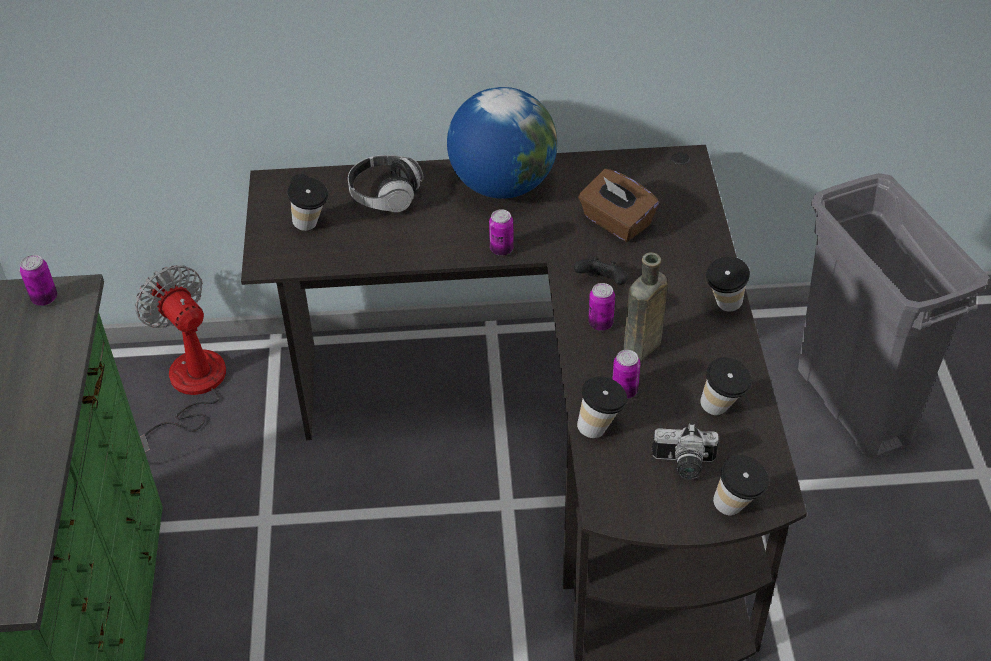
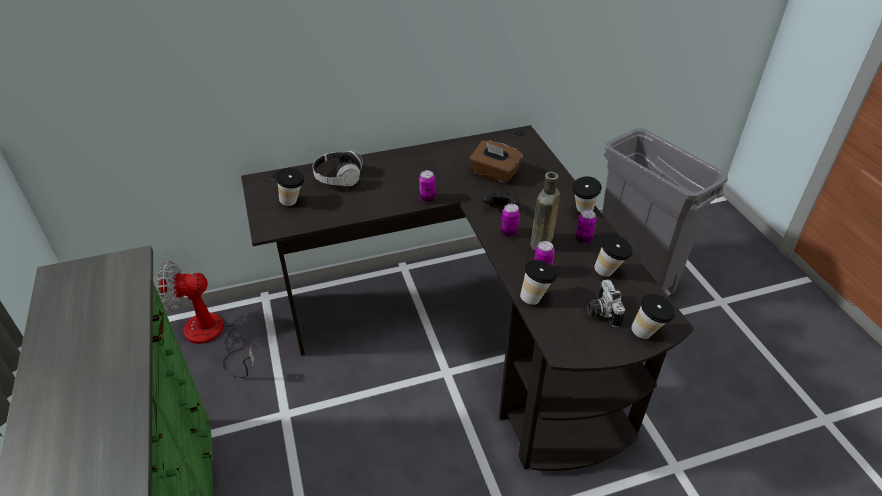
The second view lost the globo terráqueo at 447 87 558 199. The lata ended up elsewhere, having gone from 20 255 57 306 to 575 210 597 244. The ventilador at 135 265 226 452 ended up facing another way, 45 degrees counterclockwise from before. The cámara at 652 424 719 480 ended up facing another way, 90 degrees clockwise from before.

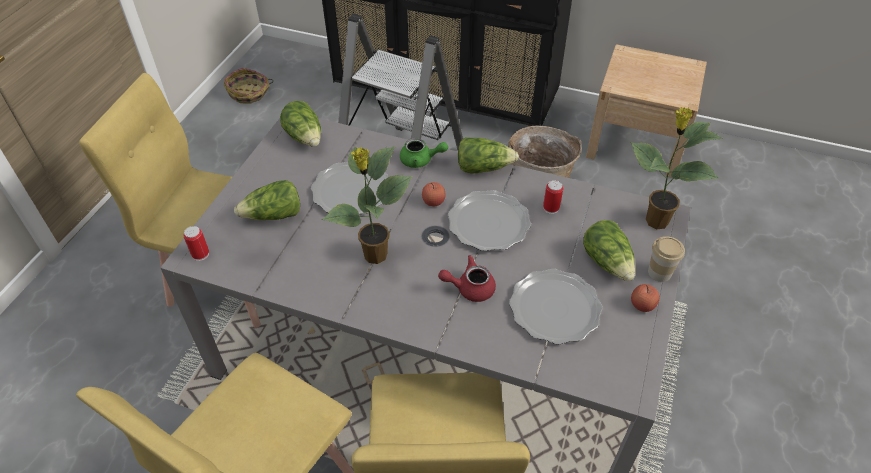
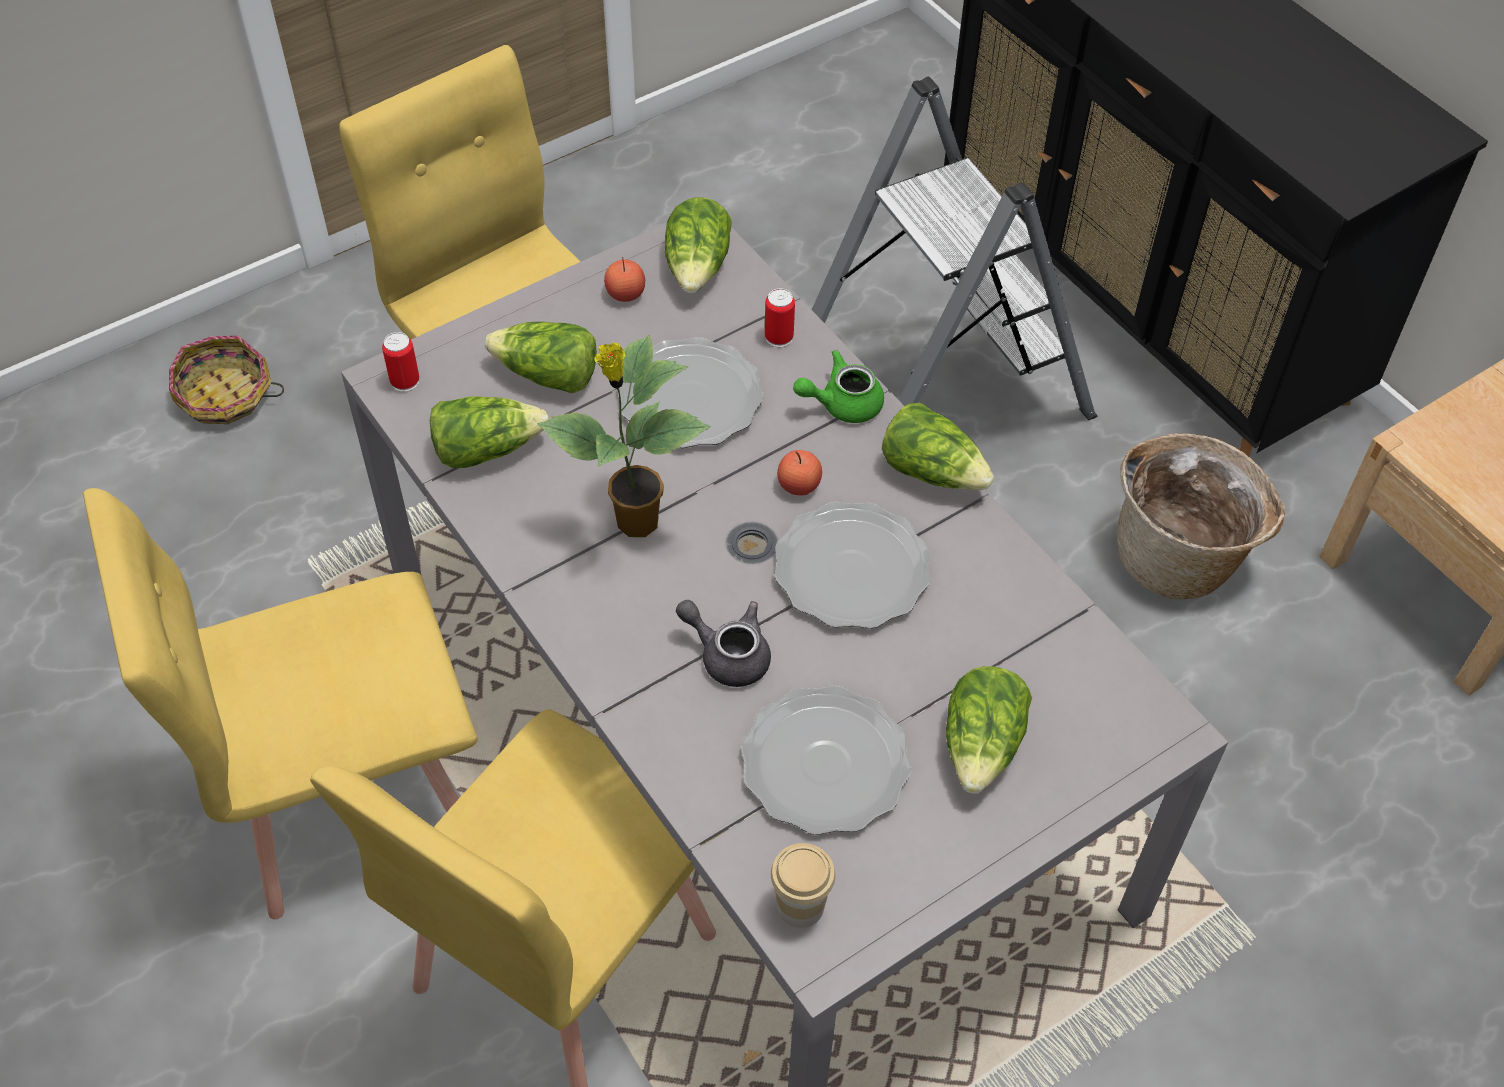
The second view lost the planta en maceta at 631 107 723 229. The second view gained the lechuga at 430 396 549 468. The cesta ended up elsewhere, having gone from 224 68 273 104 to 169 336 284 424. The lata ended up elsewhere, having gone from 543 180 563 214 to 765 288 795 347. The manzana ended up elsewhere, having gone from 631 284 660 312 to 604 257 645 302. The taza ended up elsewhere, having gone from 648 236 685 282 to 771 843 835 928. What was the tetera [rojo] at 438 255 496 302 turned into the tetera [gris] at 676 600 771 687. The tetera [verde] at 400 138 448 168 ended up facing another way, 120 degrees clockwise from before.

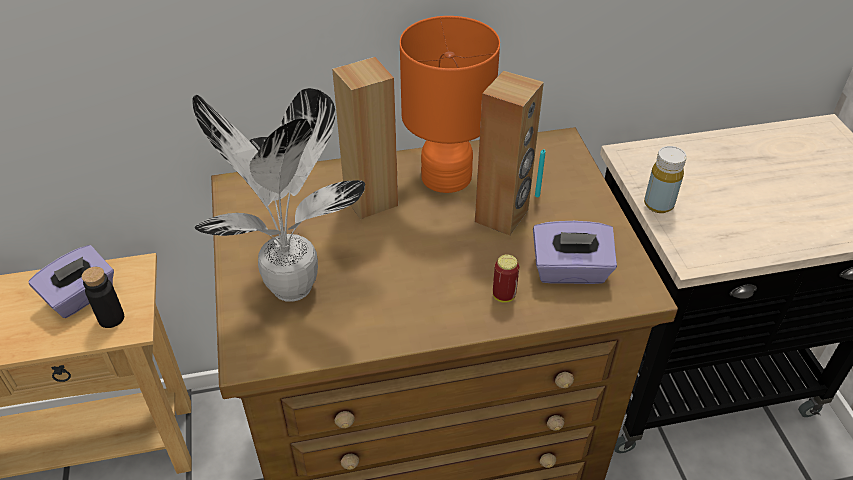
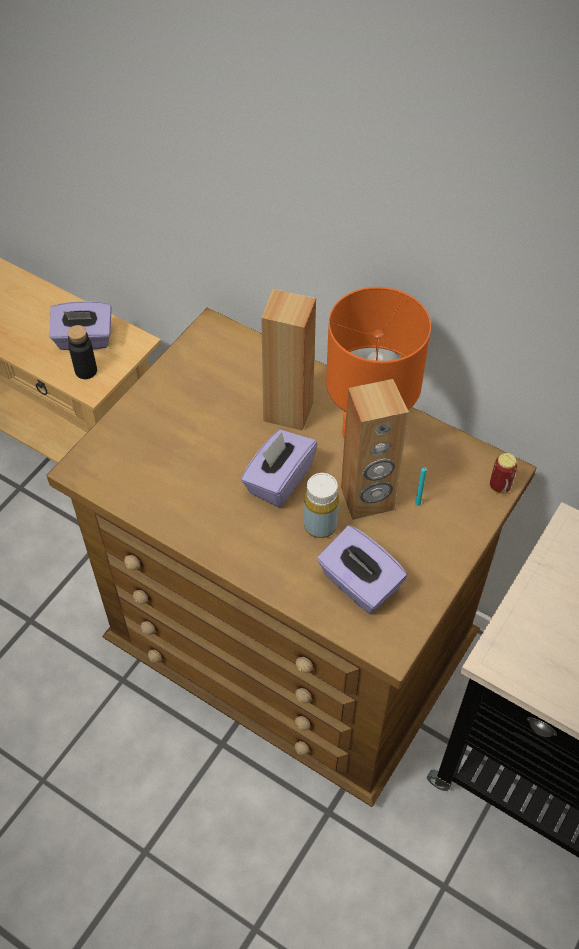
The second view lost the planta en maceta at 192 88 365 302. The second view gained the caja de pañuelos [morado] at 241 430 317 507. The lata ended up elsewhere, having gone from 493 255 519 303 to 490 453 518 494. The botella [amarillo] ended up elsewhere, having gone from 644 146 687 213 to 304 473 339 538.

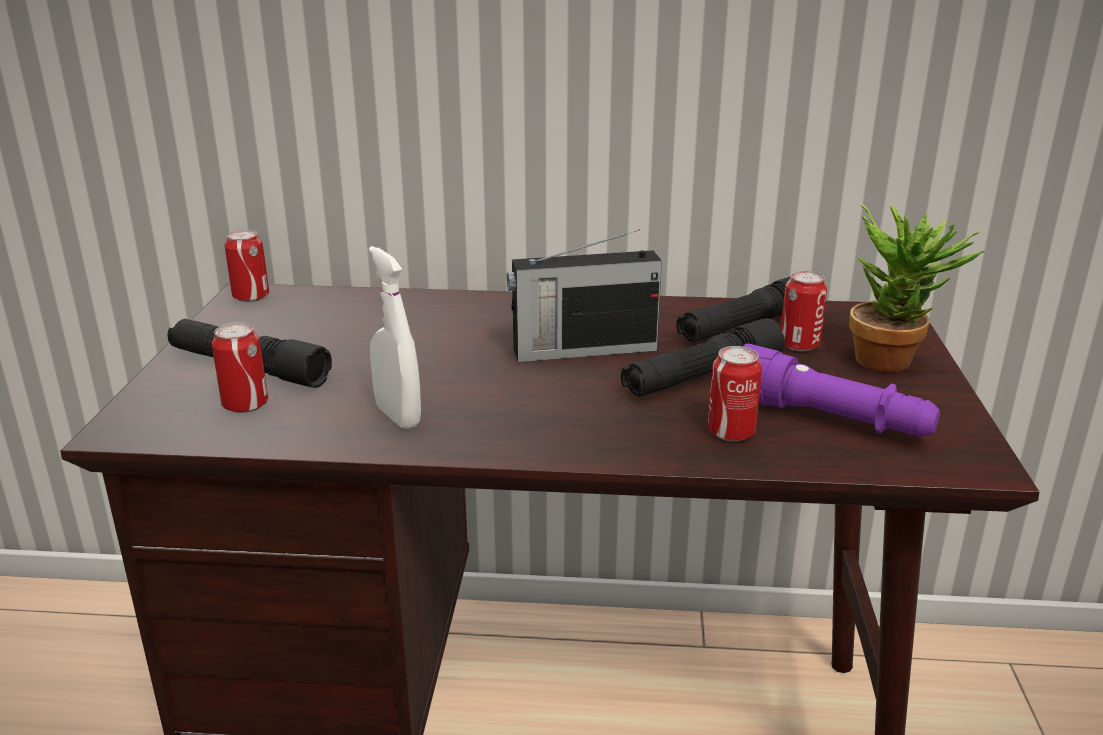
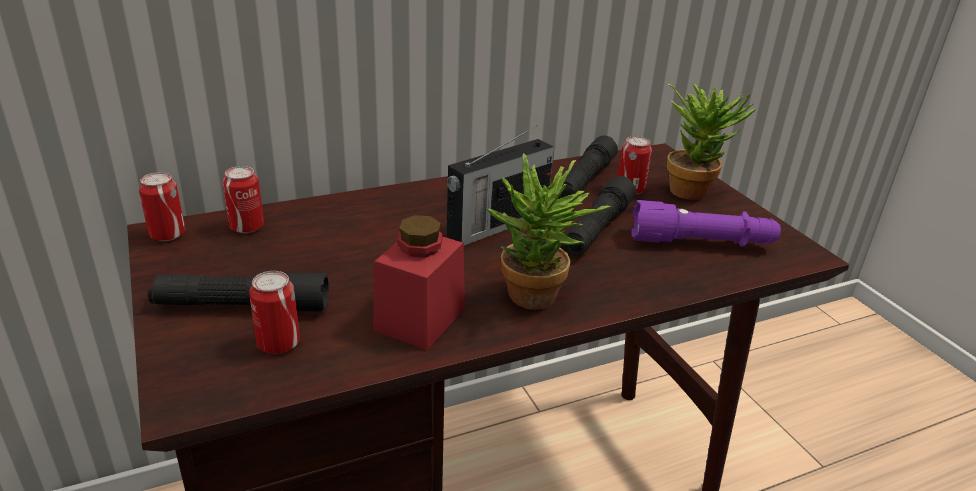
The second view gained the planta en maceta at 486 153 611 310. The lata ended up elsewhere, having gone from 708 346 762 441 to 223 166 264 233. Where the pulverizador [blanco] stood at 369 246 421 429, the tarro [rojo] came to stand at 373 215 465 350.

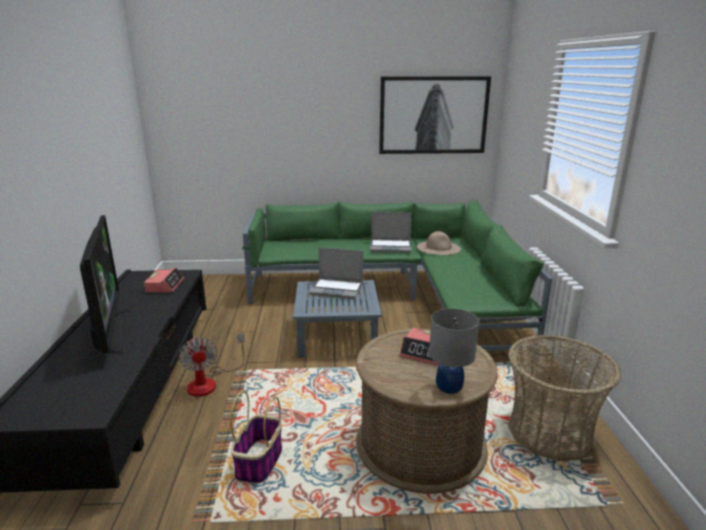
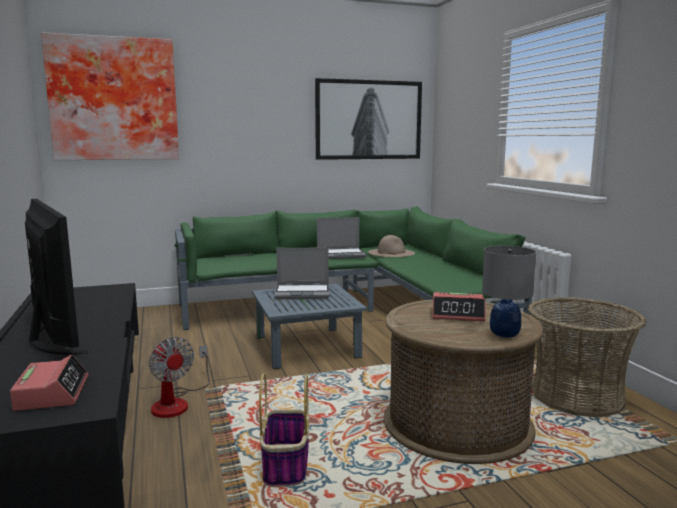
The second view gained the cuadro at 41 32 179 160. The despertador ended up elsewhere, having gone from 144 267 184 292 to 10 355 88 411.

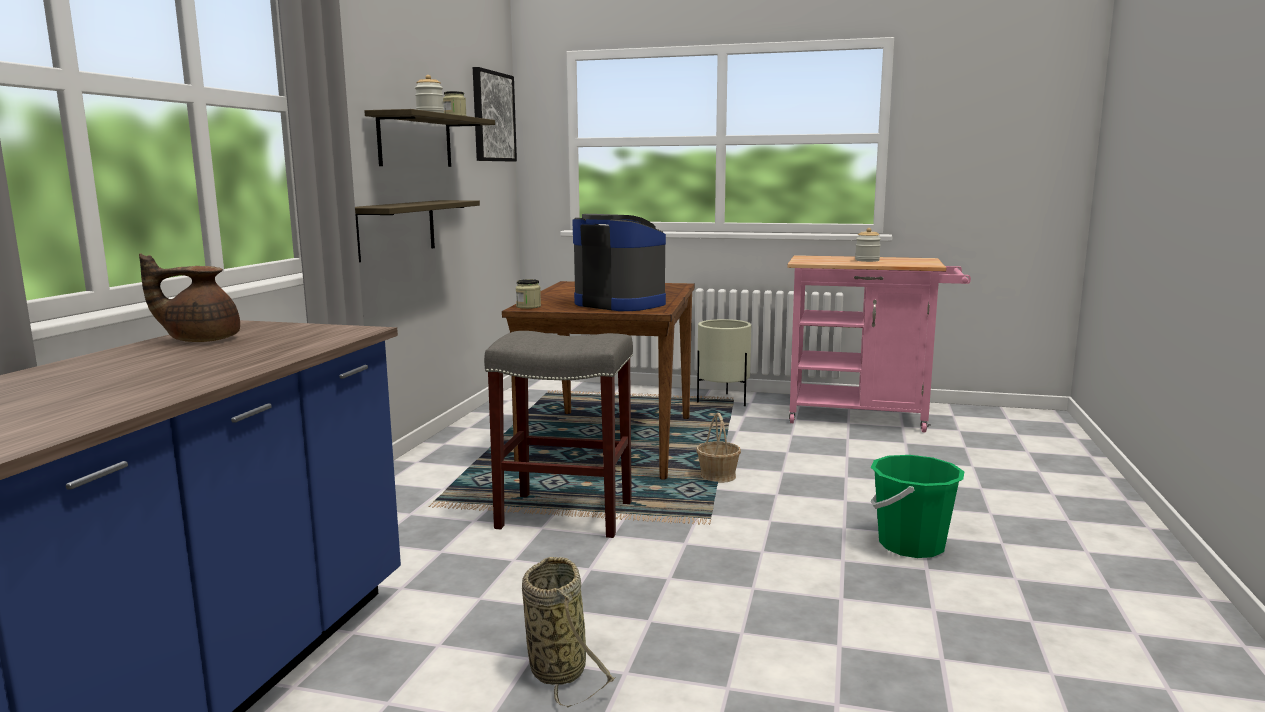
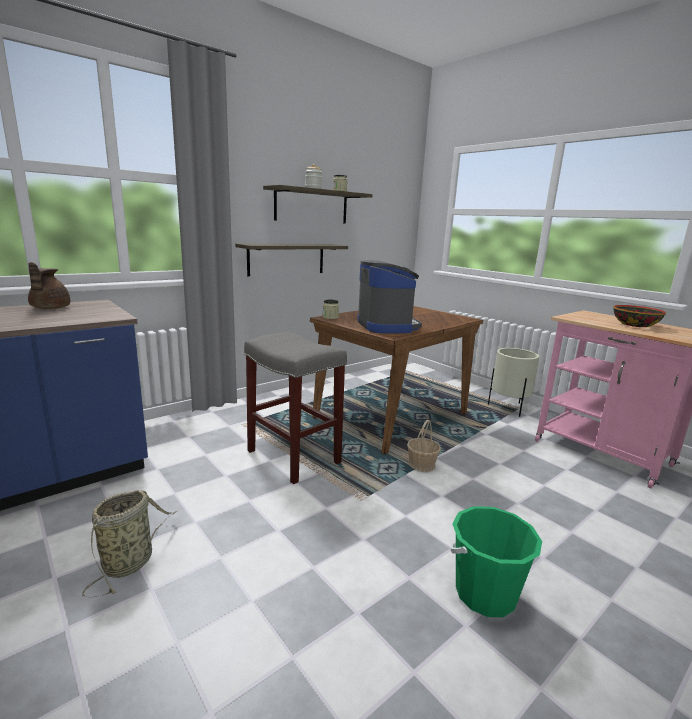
The second view lost the cuadro at 473 67 517 161. Where the tarro stood at 855 228 881 262, the cuenco came to stand at 613 305 666 327. The tetera [marrón] at 139 253 240 342 ended up facing another way, 120 degrees counterclockwise from before.

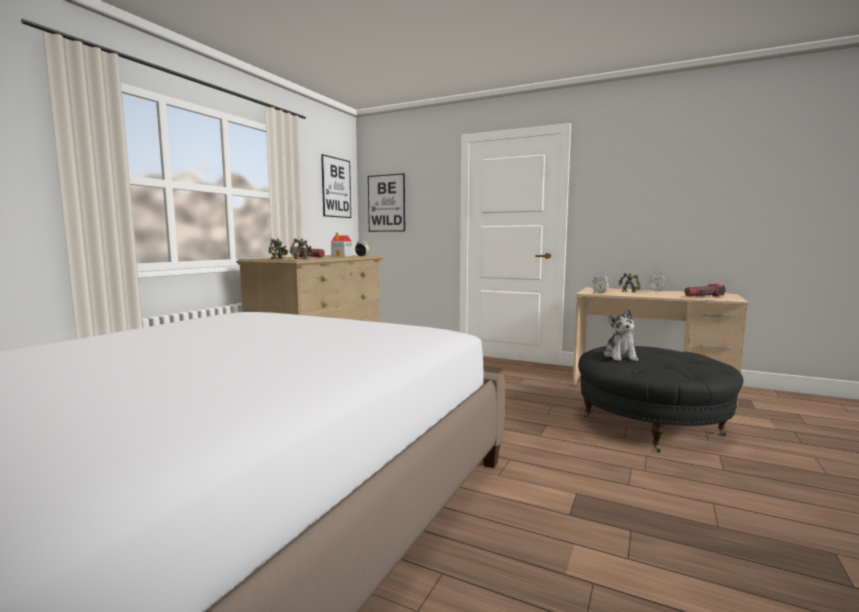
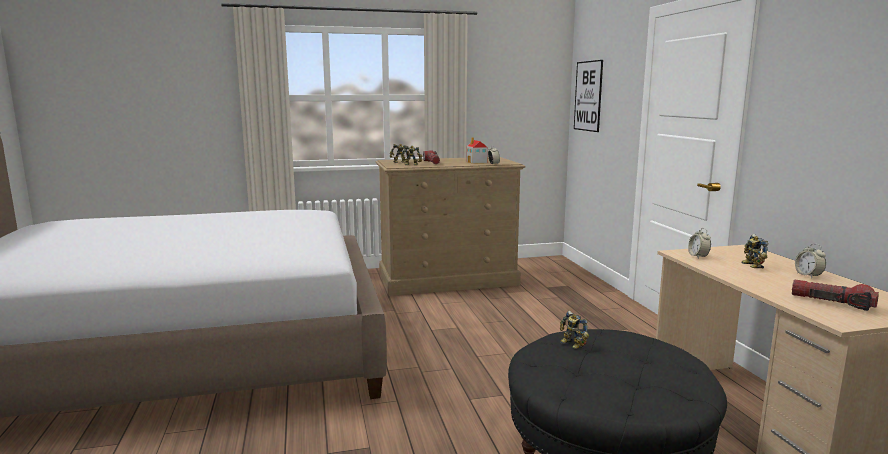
The second view lost the cuadro at 321 154 351 218. Where the peluche stood at 604 309 638 361, the robot de juguete came to stand at 560 311 589 349.

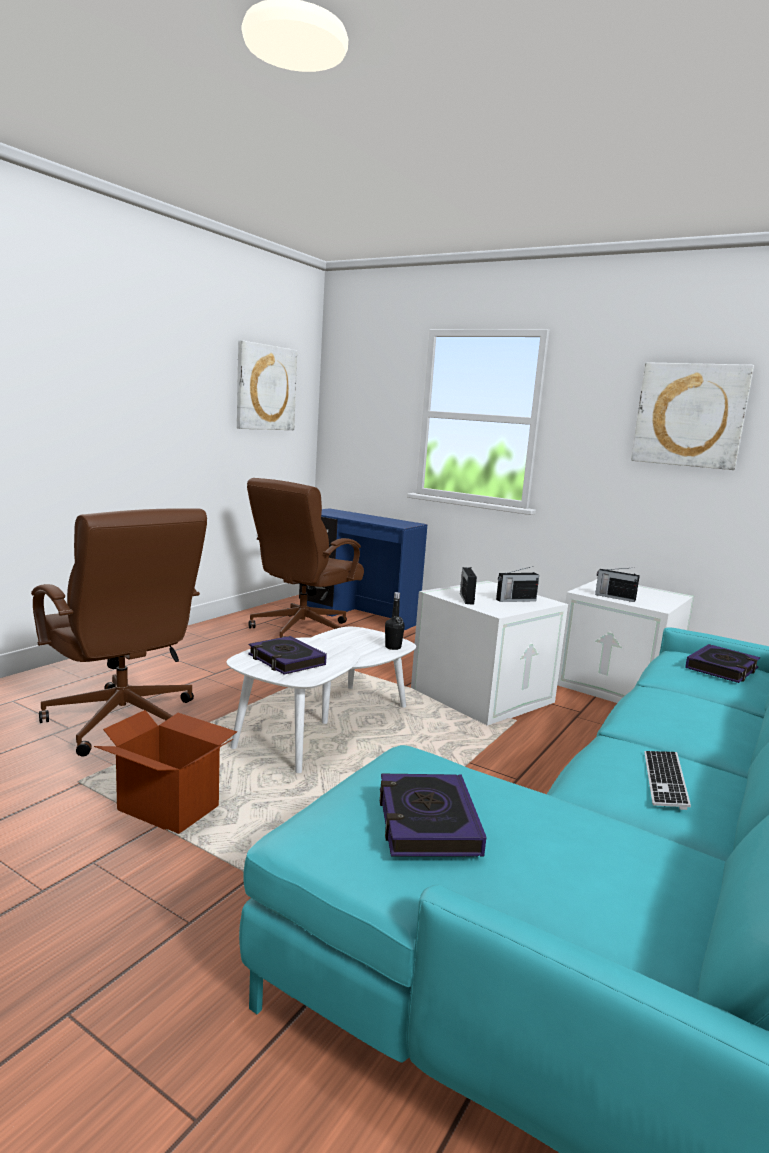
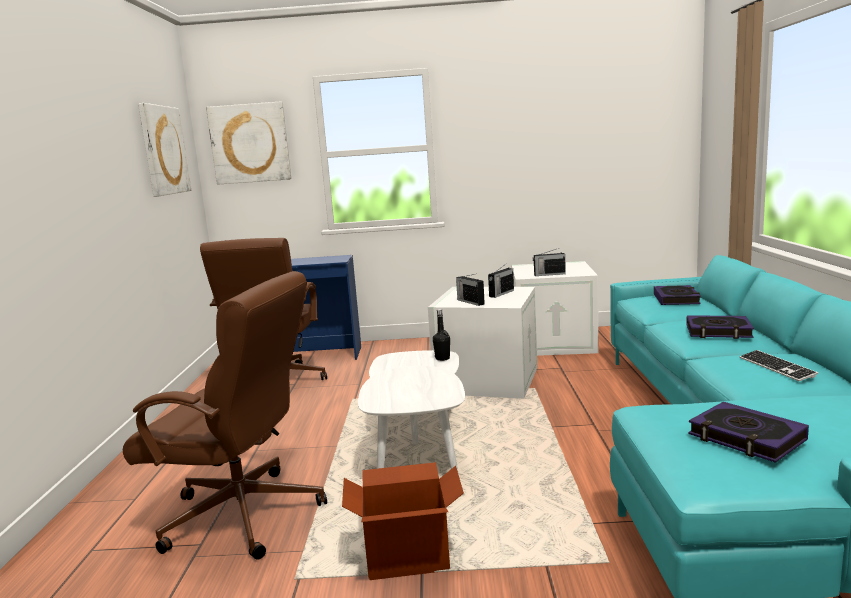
The libro ended up elsewhere, having gone from 248 636 327 675 to 686 315 754 339. The cuadro ended up elsewhere, having gone from 631 362 754 470 to 206 101 292 185.

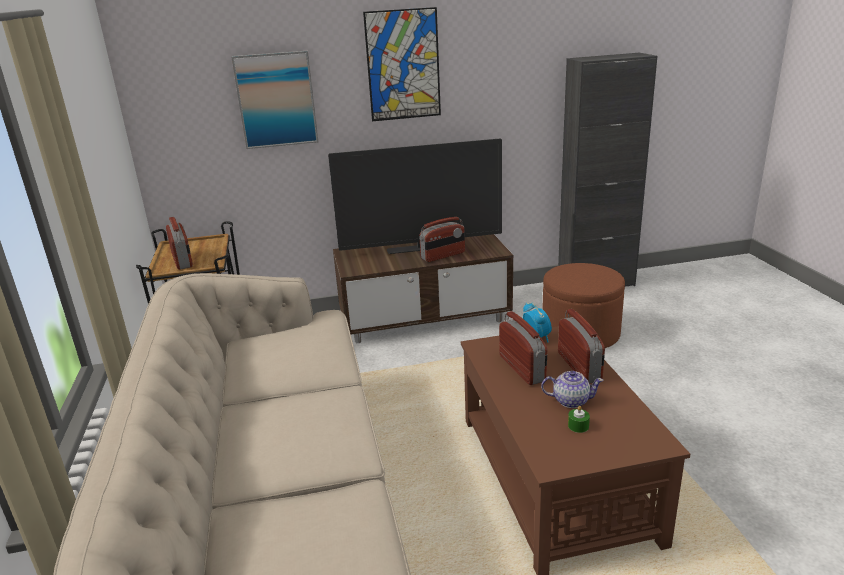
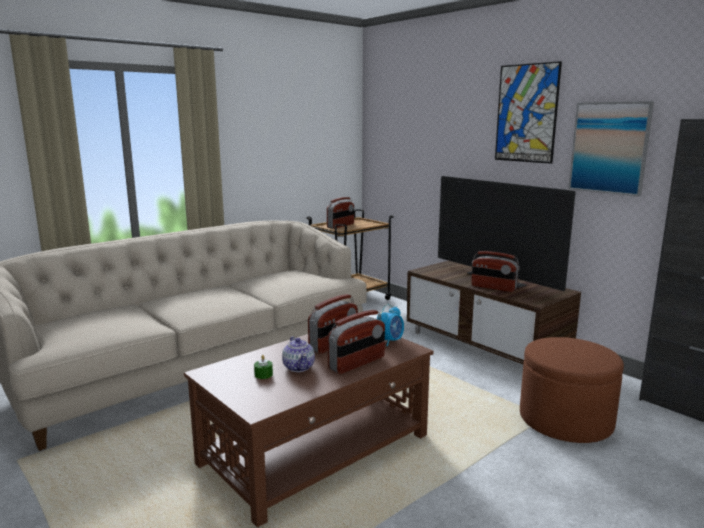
The cuadro ended up elsewhere, having gone from 231 51 318 149 to 568 101 654 197.

